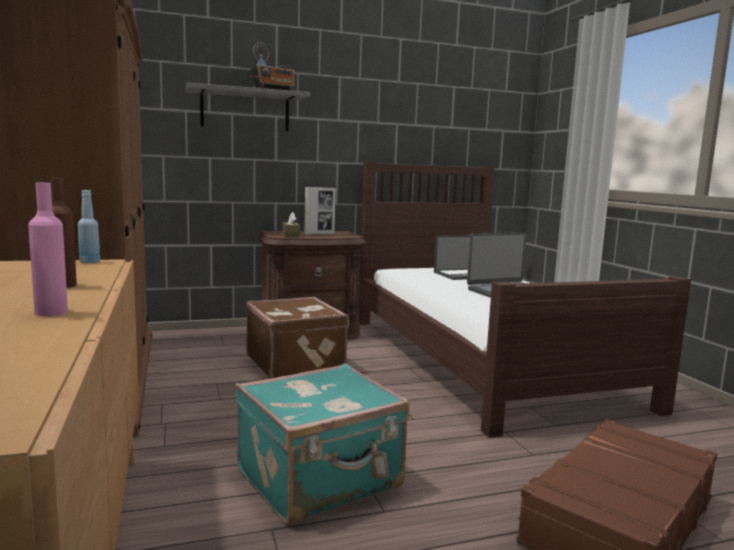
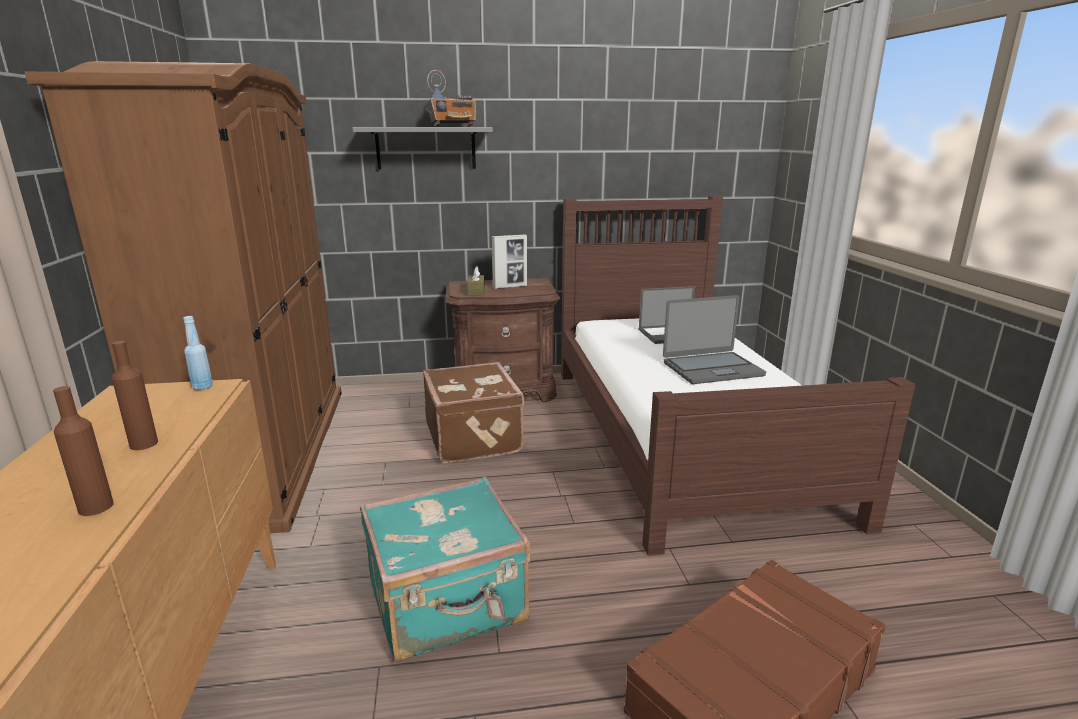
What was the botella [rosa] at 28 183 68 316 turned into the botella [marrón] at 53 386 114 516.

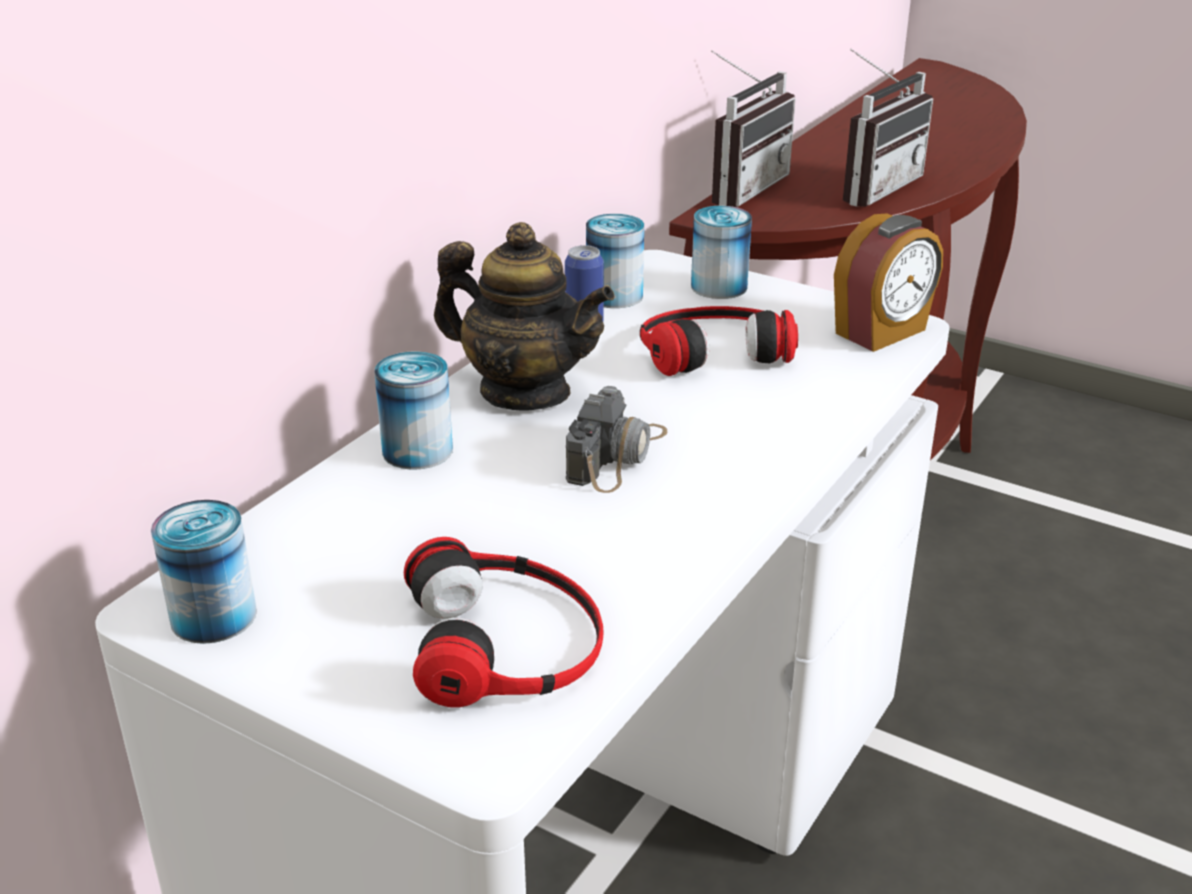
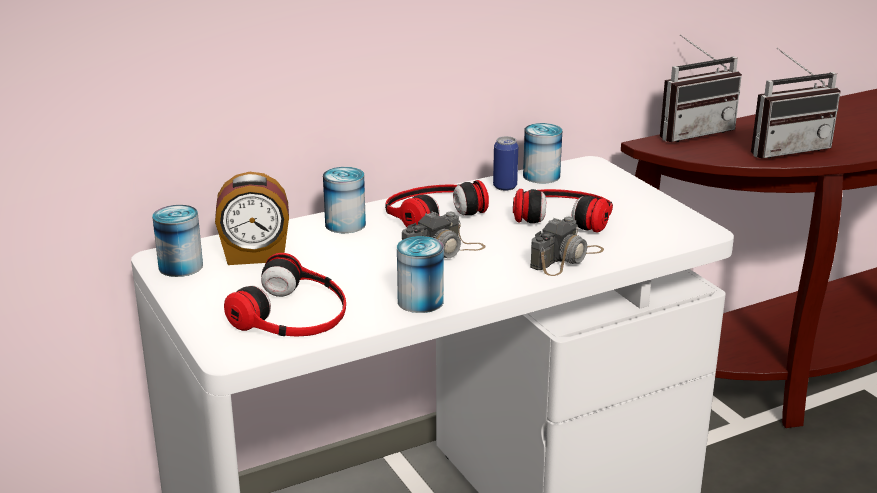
The second view gained the cámara at 530 217 604 276. The lata ended up elsewhere, having gone from 691 206 752 299 to 397 236 444 313. The despertador ended up elsewhere, having gone from 834 214 943 352 to 215 172 289 265. Where the tetera stood at 434 222 615 411, the auriculares came to stand at 385 180 489 227.

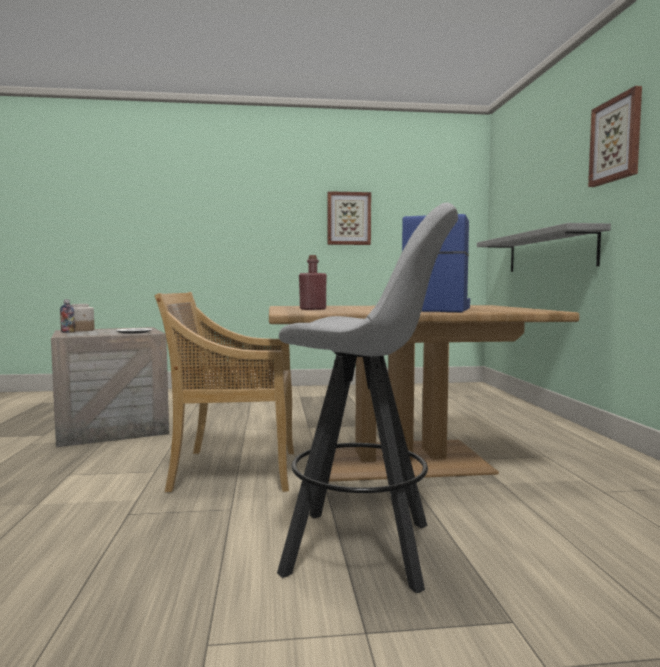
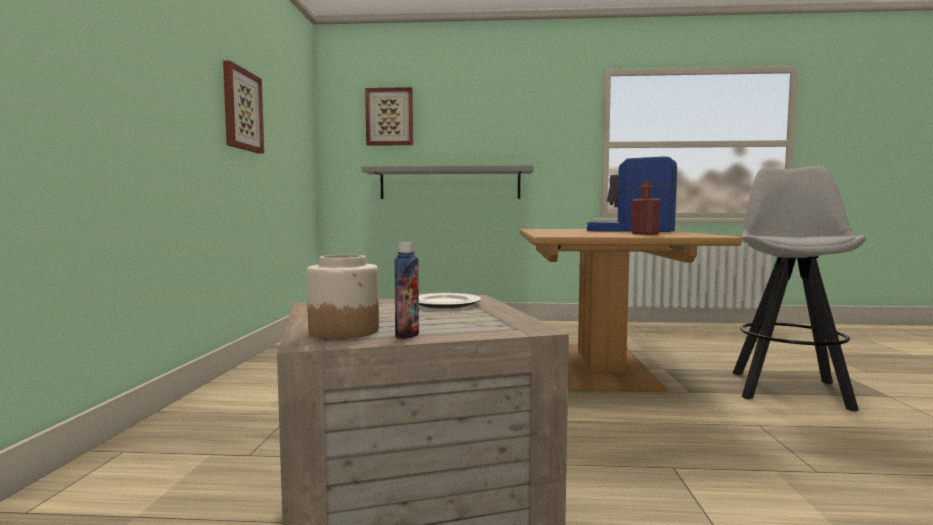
The second view lost the silla [beis] at 154 292 294 492. The cuadro ended up elsewhere, having gone from 588 86 642 187 to 365 87 413 146.

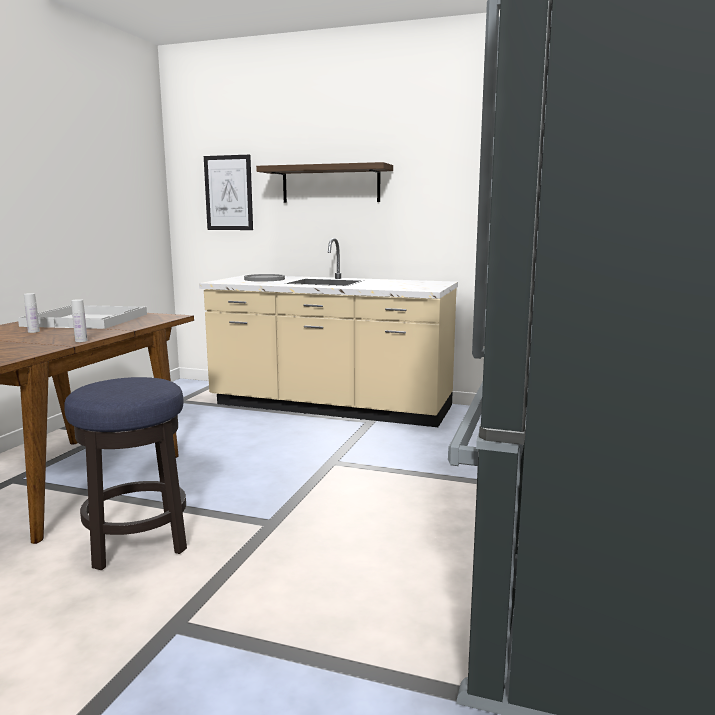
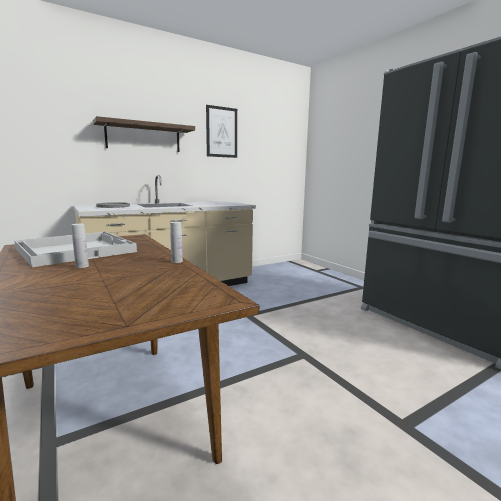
The second view lost the taburete at 64 377 187 570. The cuadro ended up elsewhere, having gone from 204 155 253 230 to 206 105 237 158.

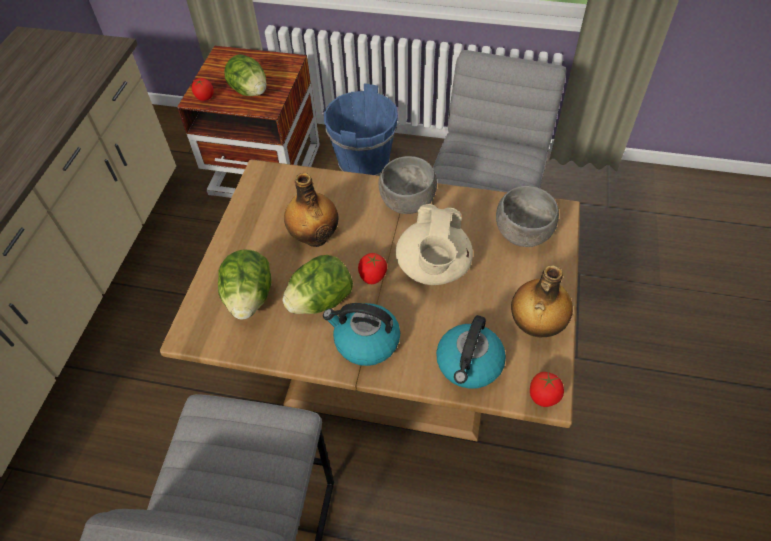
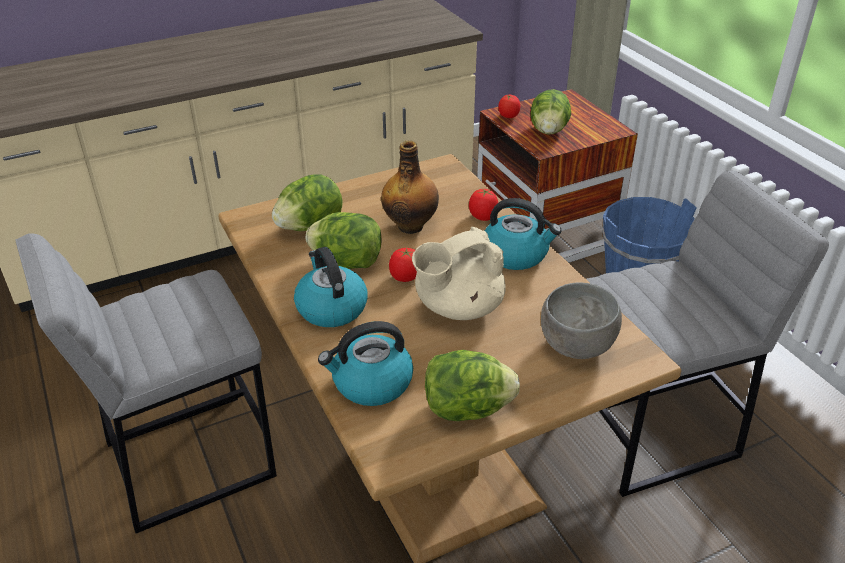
The tomate ended up elsewhere, having gone from 530 372 564 407 to 469 189 498 221. Where the cuenco [gris] stood at 379 156 437 214, the hervidor came to stand at 485 198 562 270. Where the botella stood at 511 265 573 337, the lechuga came to stand at 425 350 520 421.

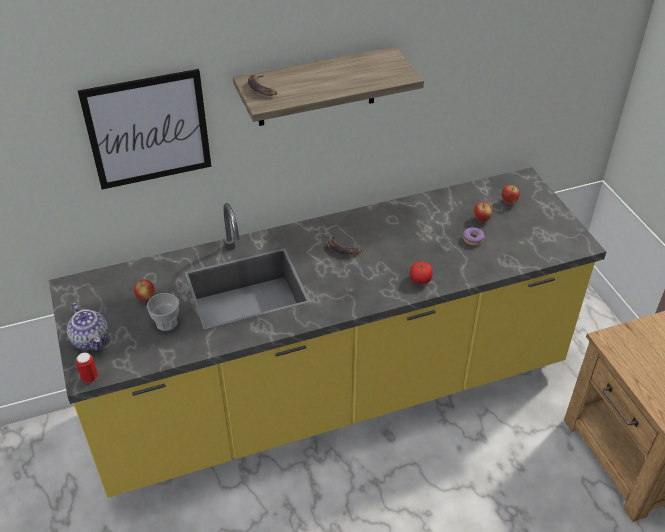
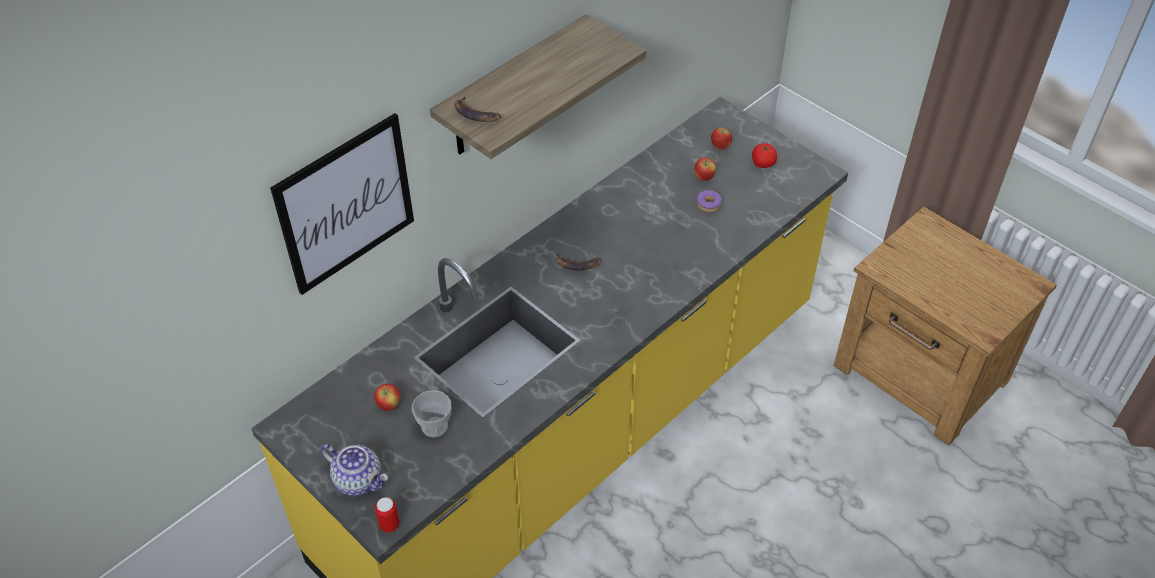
The tomate ended up elsewhere, having gone from 410 262 433 284 to 752 144 777 168.

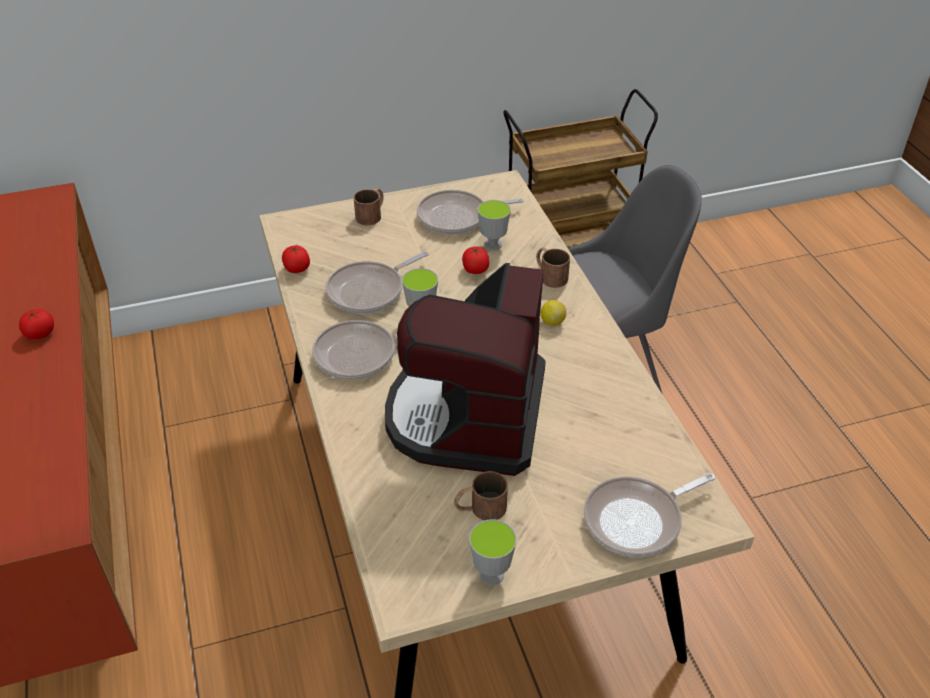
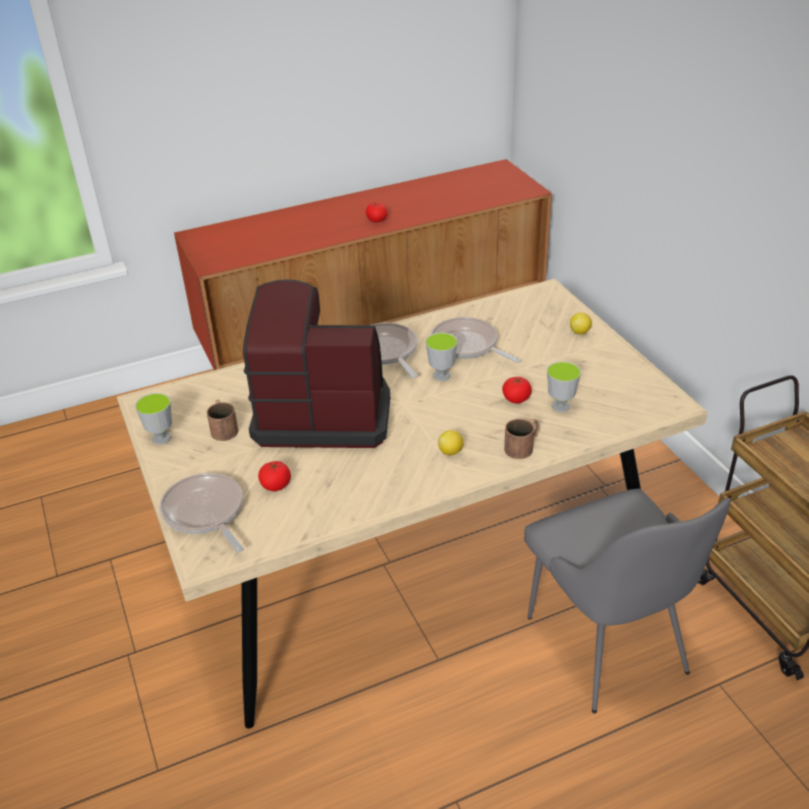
The second view lost the sartén at 417 190 523 234. The tomate ended up elsewhere, having gone from 282 245 310 273 to 258 461 291 491. Where the taza grande [marrón] stood at 354 188 384 225, the limón came to stand at 570 313 592 334.

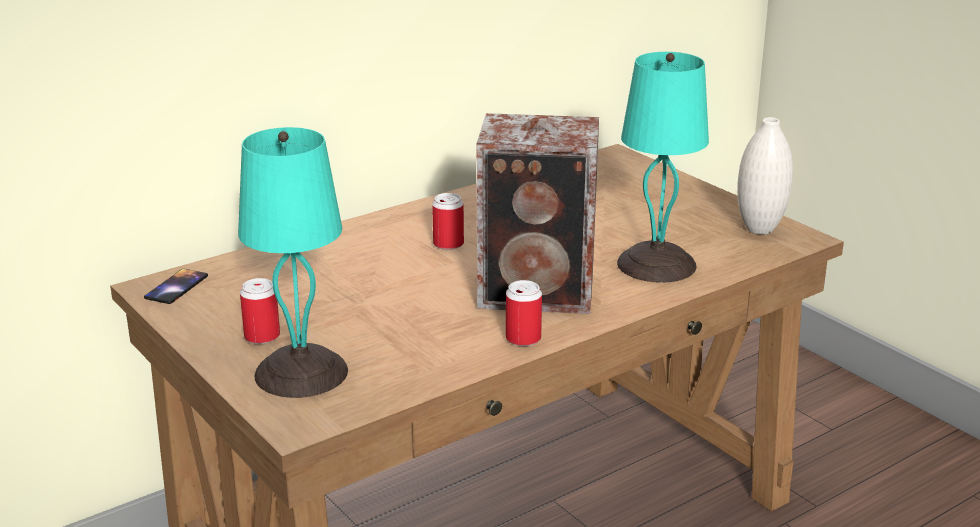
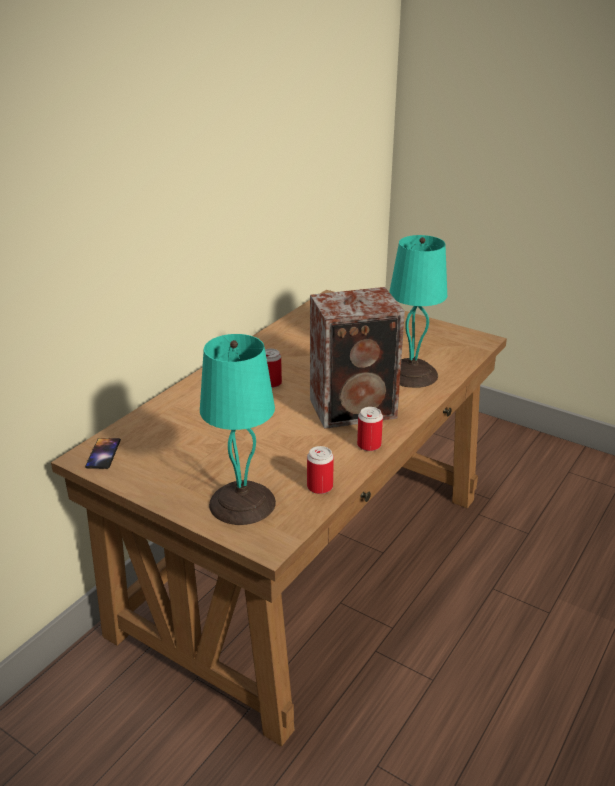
The second view lost the florero [blanco] at 737 117 793 235. The lata ended up elsewhere, having gone from 240 278 280 344 to 307 446 334 494.

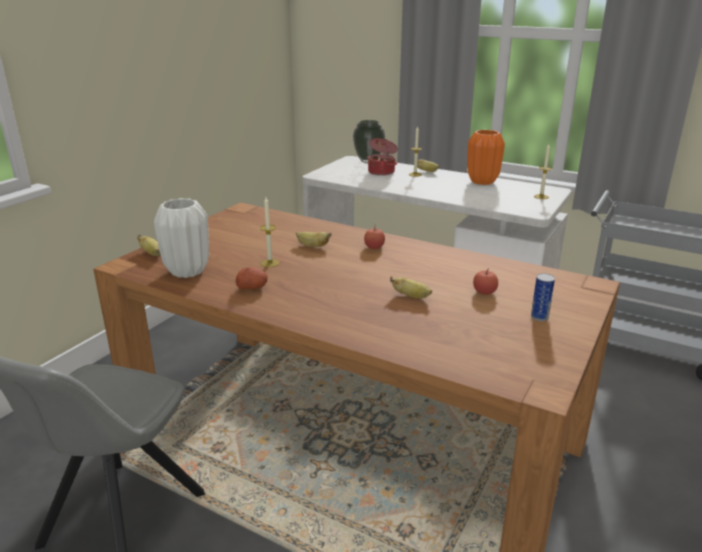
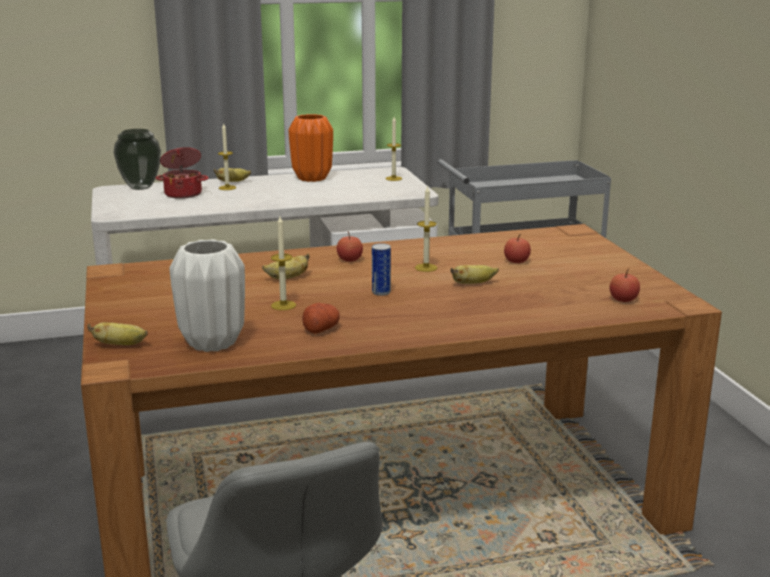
The second view gained the vela at 415 185 437 272. The second view gained the manzana at 610 268 640 302. The lata ended up elsewhere, having gone from 531 273 555 321 to 372 243 391 296.

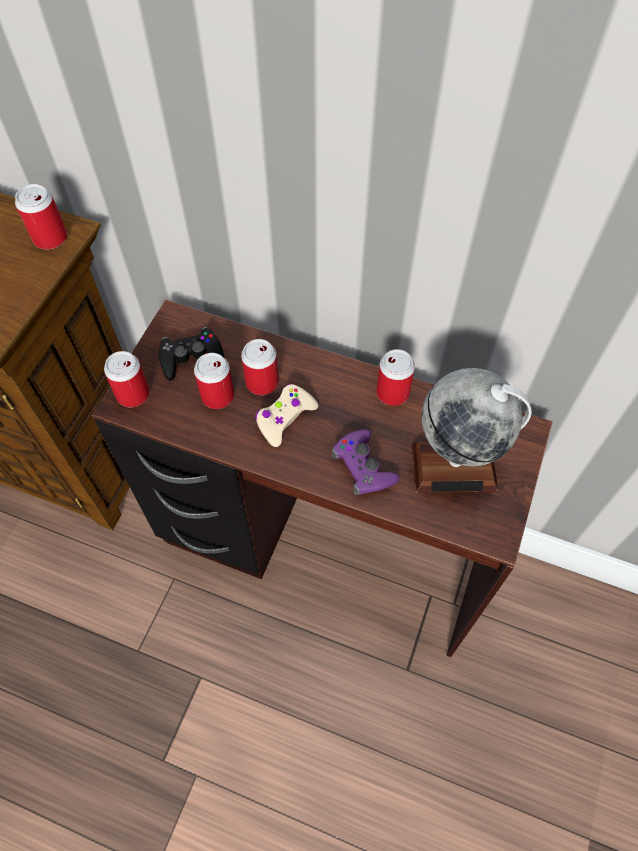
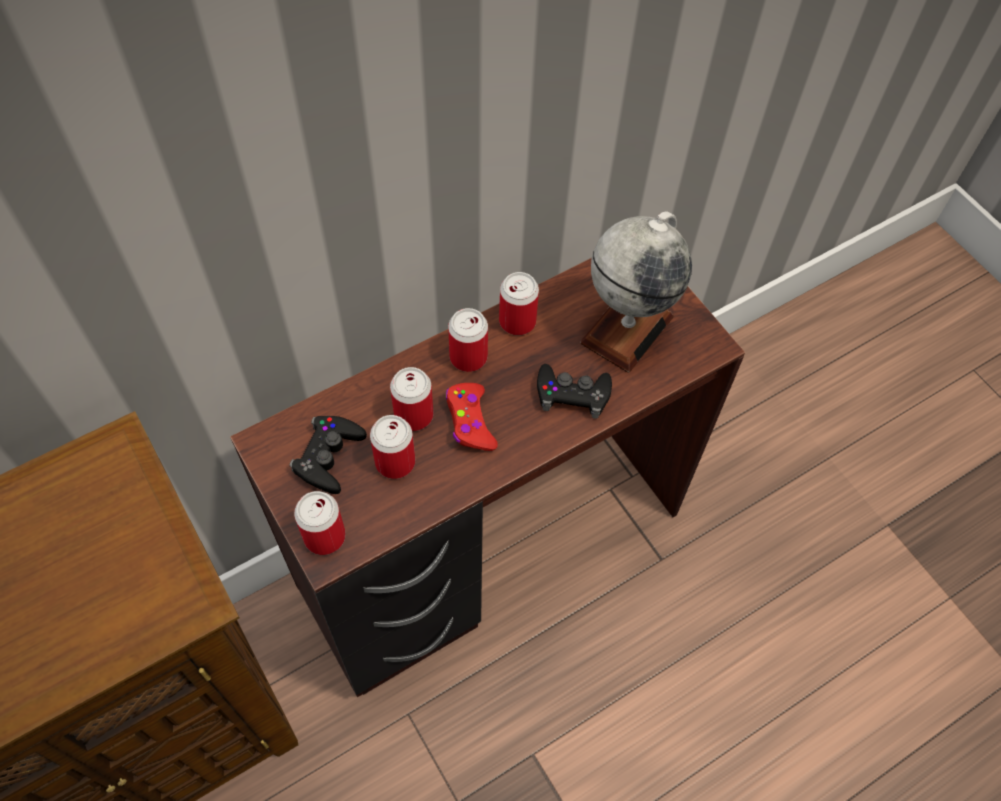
The lata ended up elsewhere, having gone from 15 184 67 250 to 448 308 488 372. What was the mando de consola [beis] at 255 384 318 447 turned into the mando de consola [rojo] at 446 383 498 451. What was the mando de consola [morado] at 332 429 399 496 turned into the mando de consola [negro] at 537 364 612 419.

